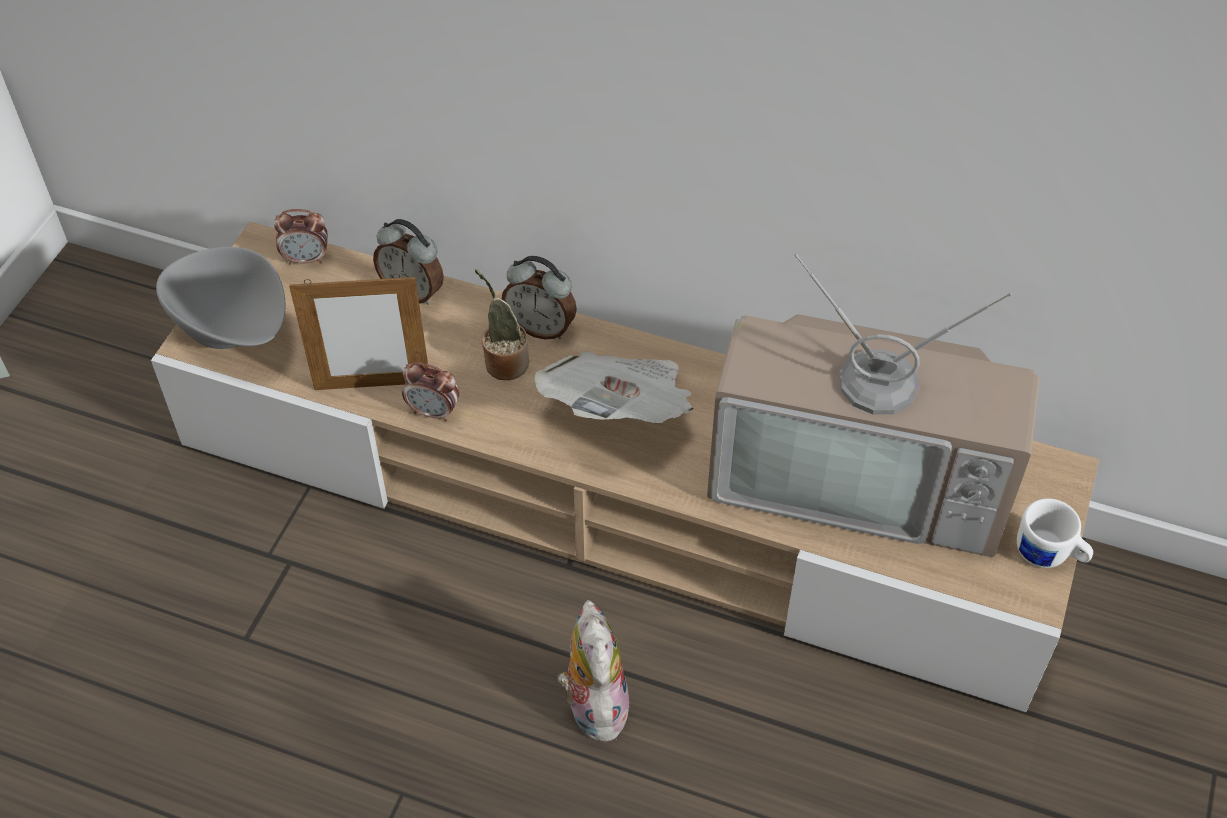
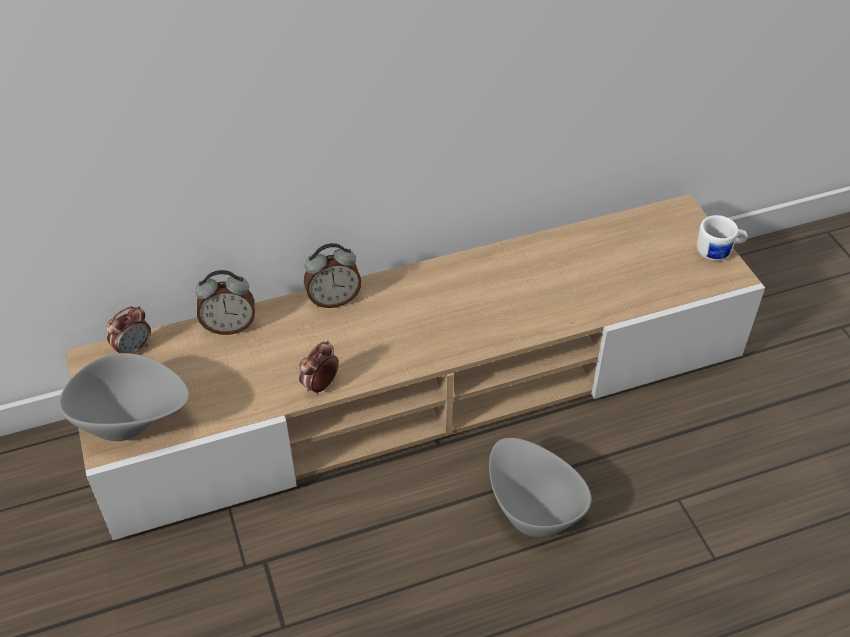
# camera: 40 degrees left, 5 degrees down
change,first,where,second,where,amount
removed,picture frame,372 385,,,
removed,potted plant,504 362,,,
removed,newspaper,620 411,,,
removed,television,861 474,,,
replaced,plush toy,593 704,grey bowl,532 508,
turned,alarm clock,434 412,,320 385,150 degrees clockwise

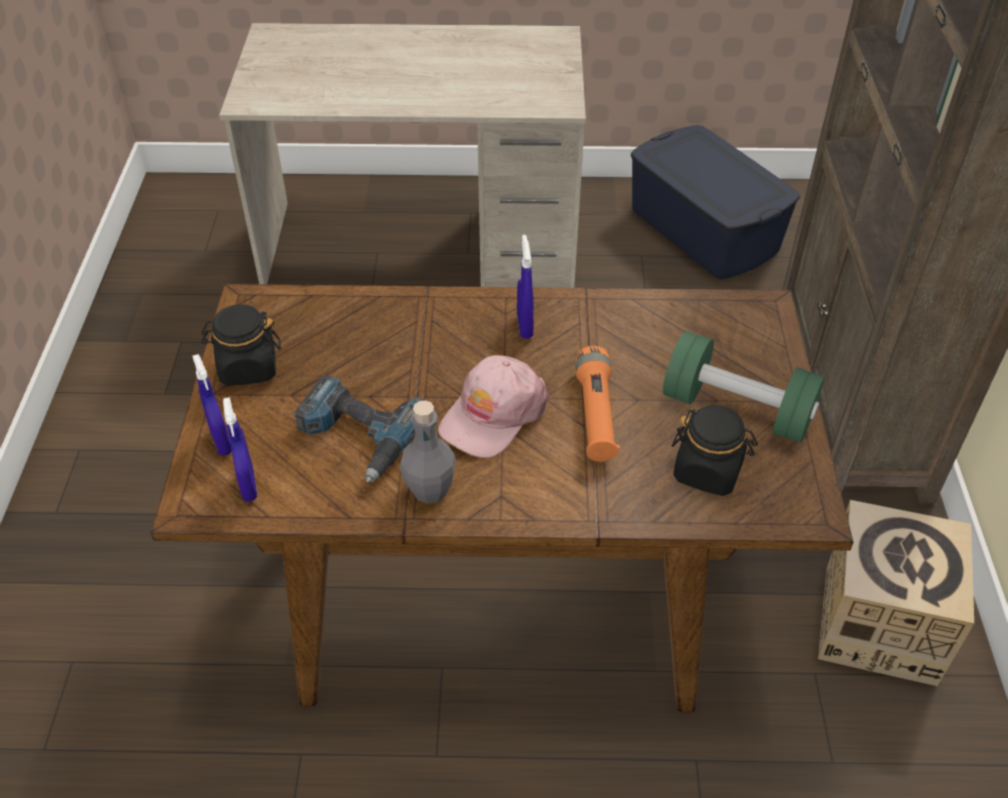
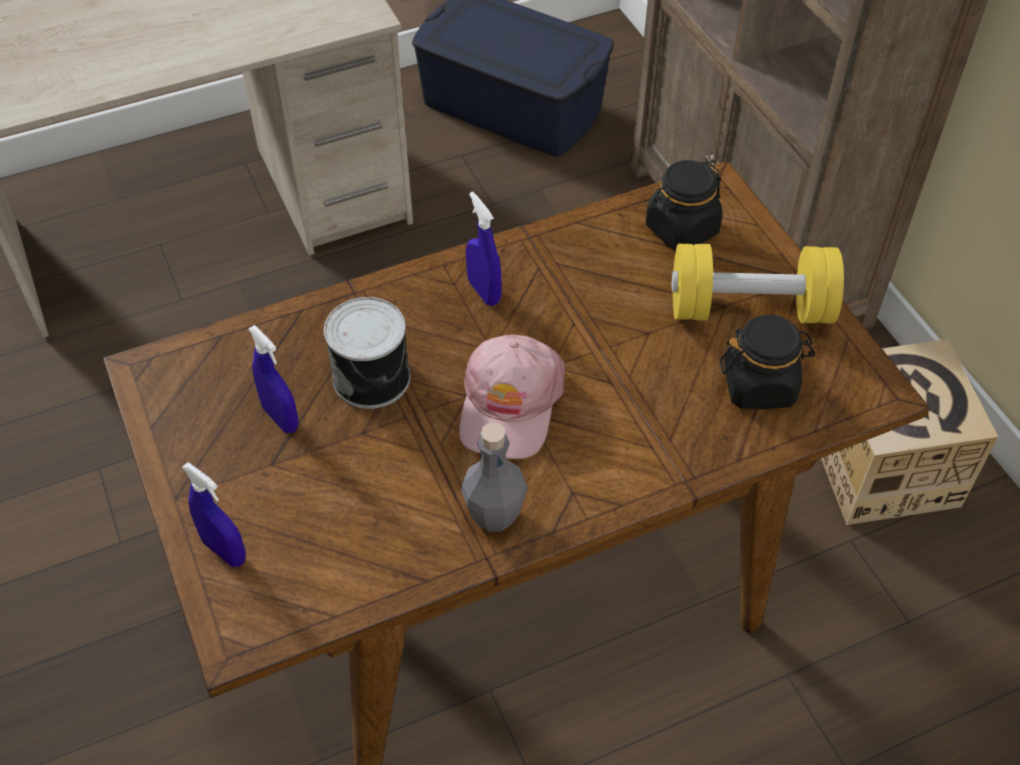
# camera: 25 degrees left, 5 degrees up
change,first,where,second,where,amount
removed,power drill,356 436,,,
removed,orange flashlight,595 415,,,
added,,,can,374 377,
moved,black jar,247 368,,681 229,
moved,blue spray bottle,248 486,,281 418,
recoloured,green dumbbell,737 409,yellow dumbbell,749 309,

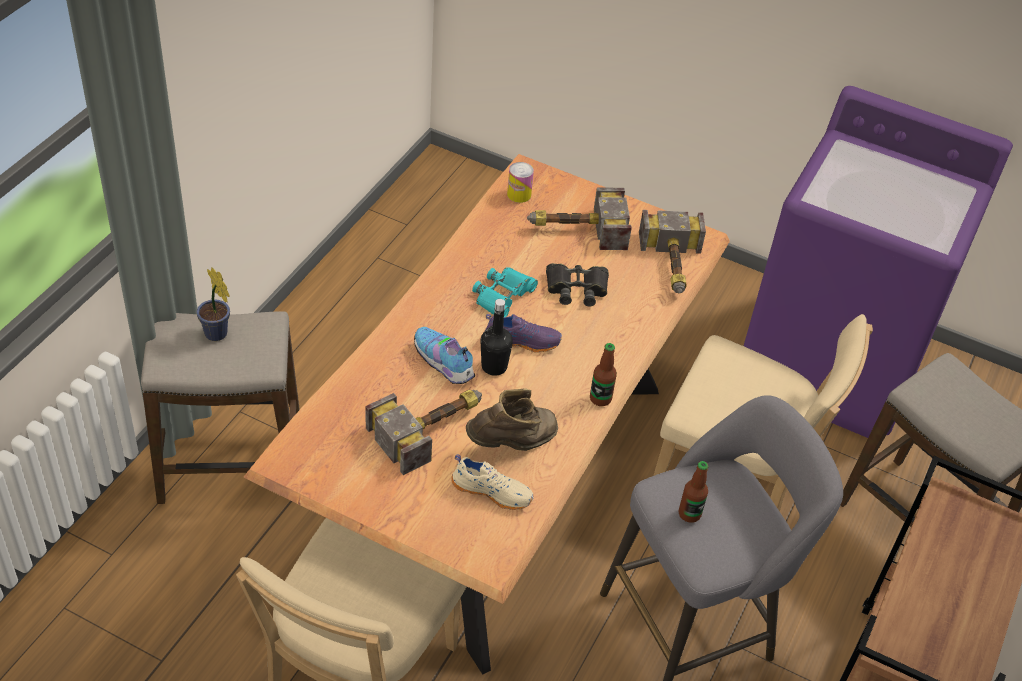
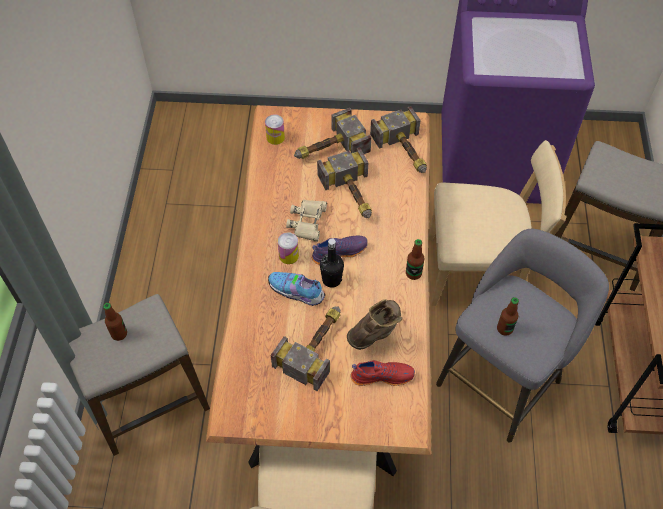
# camera: 20 degrees left, 10 degrees up
change,first,where,second,where,amount
added,,,can,288 255,
replaced,potted plant,217 335,bottle,119 334,
replaced,black binoculars,576 288,hammer,353 195,
recoloured,beige shoe,492 491,red shoe,382 375,
recoloured,turquoise binoculars,503 296,beige binoculars,308 222,

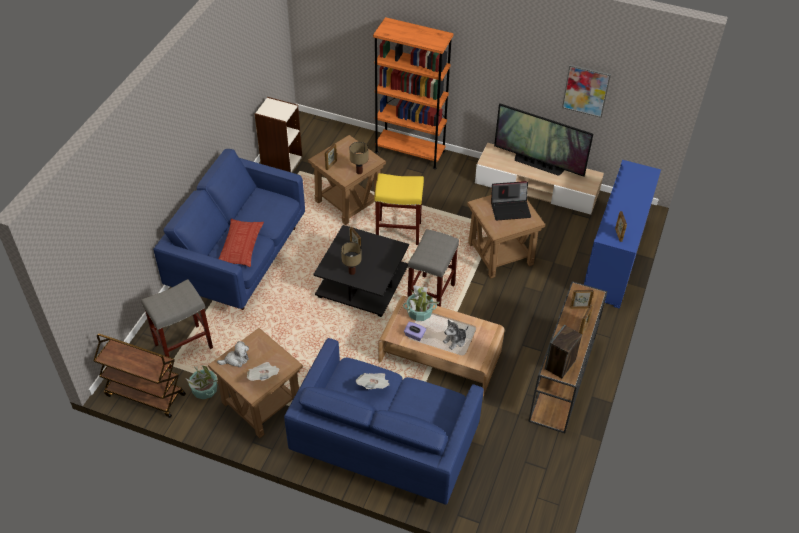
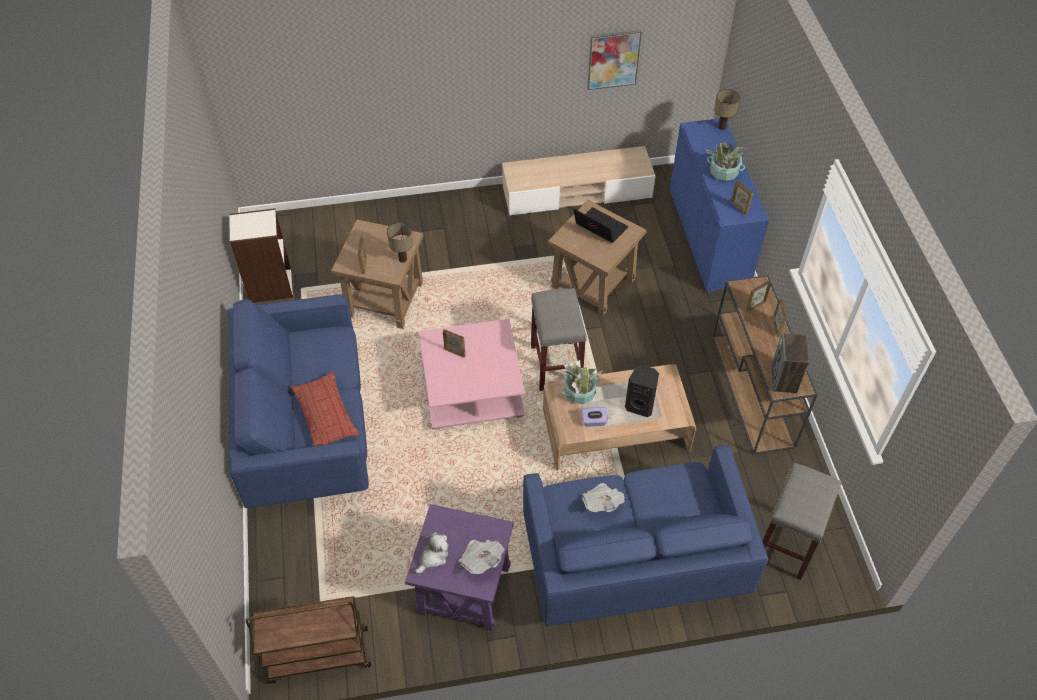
# camera: 30 degrees left, 5 degrees up
change,first,where,second,where,amount
removed,orange bookcase,410 152,,,
removed,yellow stool,399 232,,,
removed,television,538 165,,,
moved,grey stool,183 346,,787 545,
moved,potted plant,204 390,,723 172,
moved,table lamp,352 272,,722 127,
replaced,plush toy,455 340,black speaker,640 405,
recoloured,brown side table,261 404,purple side table,463 590,
recoloured,black coffee table,362 282,pink coffee table,471 388,
turned,laptop,511 209,,599 228,105 degrees counterclockwise

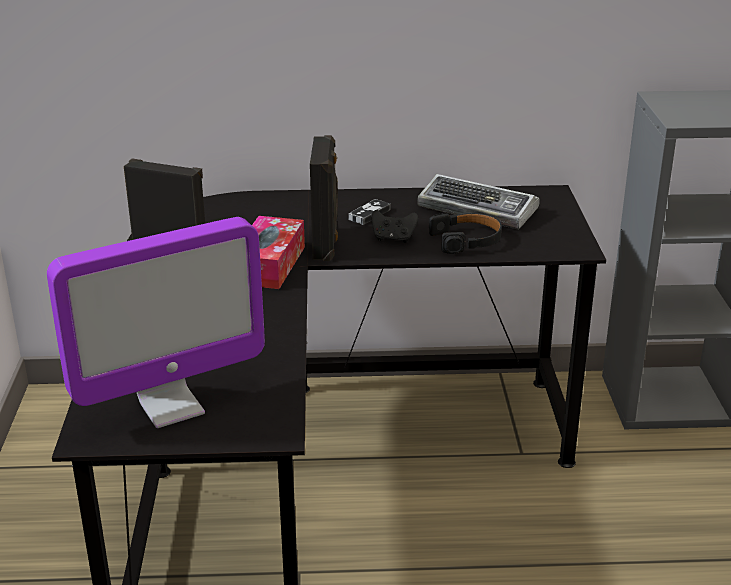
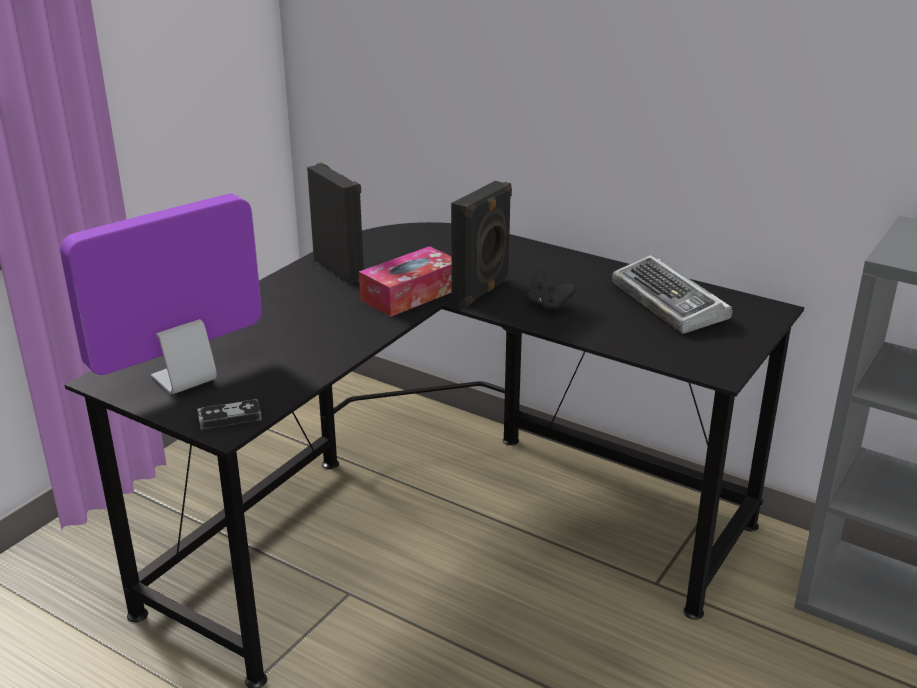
# camera: 35 degrees right, 0 degrees up
change,first,where,second,where,amount
removed,black headphones,467 240,,,
moved,game controller,369 214,,229 418,
turned,monitor,171 407,,184 380,135 degrees clockwise

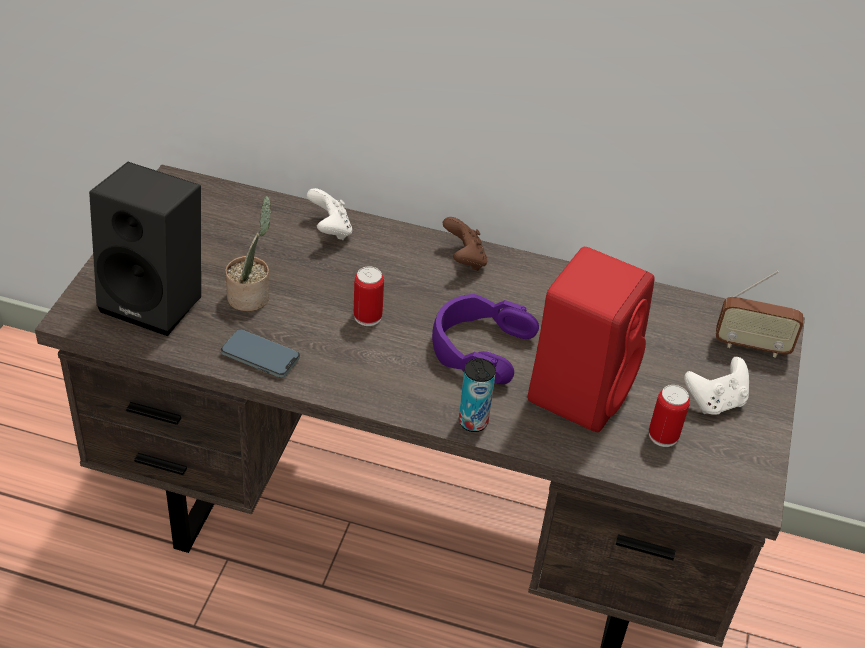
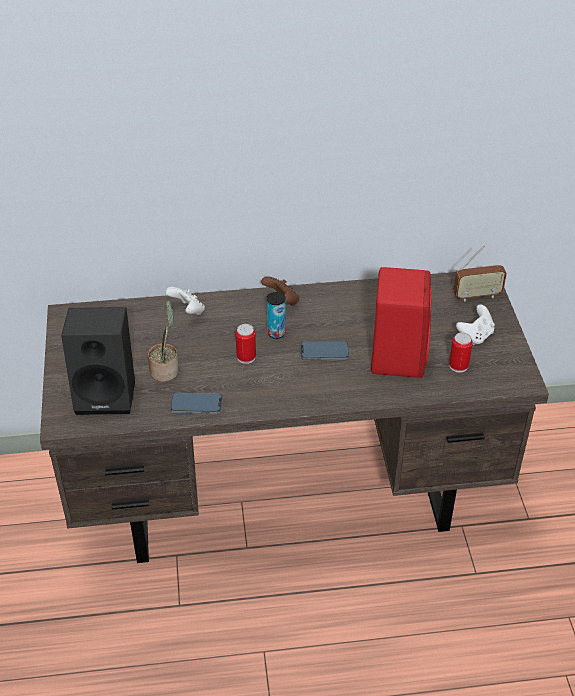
# camera: 20 degrees left, 0 degrees up
change,first,where,second,where,amount
moved,can,473 422,,276 333,
replaced,purple headphones,479 348,phone,324 352,

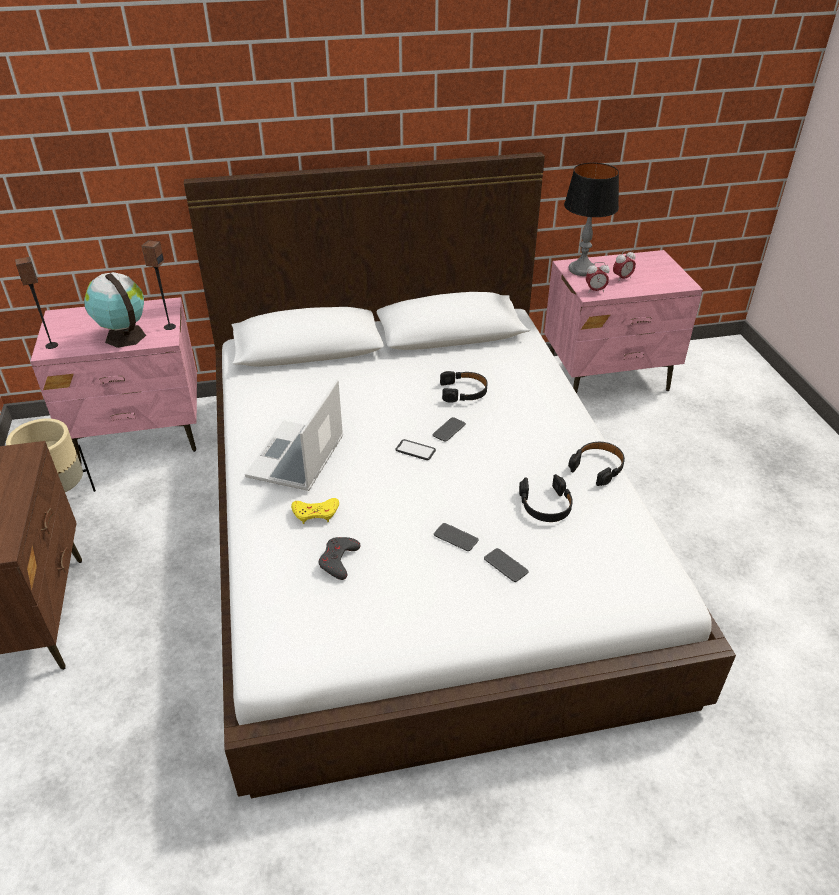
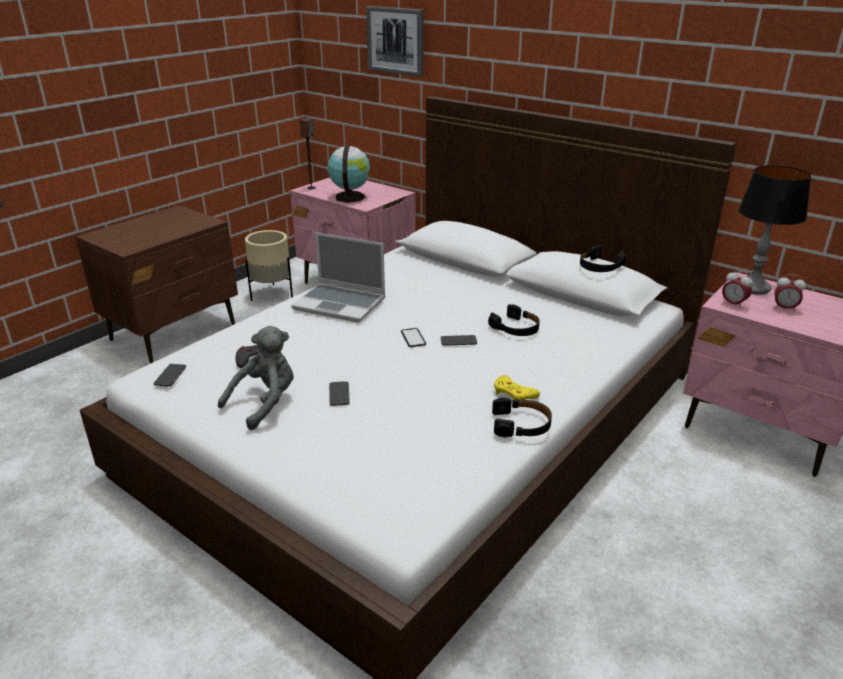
# camera: 50 degrees right, 10 degrees down
change,first,where,second,where,amount
removed,speaker,169 327,,,
added,,,grey plush toy,265 403,
added,,,picture,396 40,
moved,yellow game controller,316 513,,514 393,
moved,phone,505 565,,170 376,
moved,black headphones,545 505,,600 266,
turned,laptop,297 458,,341 304,135 degrees counterclockwise

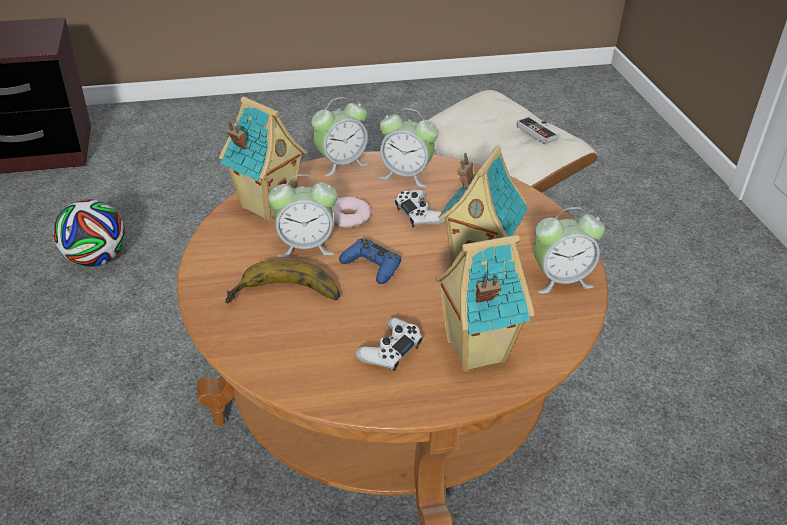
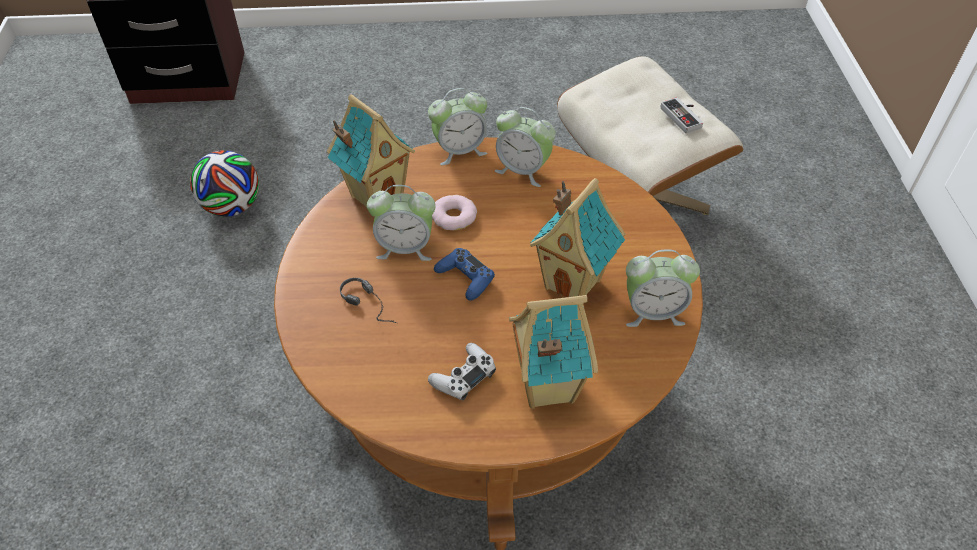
# camera: 10 degrees right, 10 degrees up
change,first,where,second,where,amount
removed,white game controller,419 214,,,
replaced,banana,285 298,headphones,374 307,

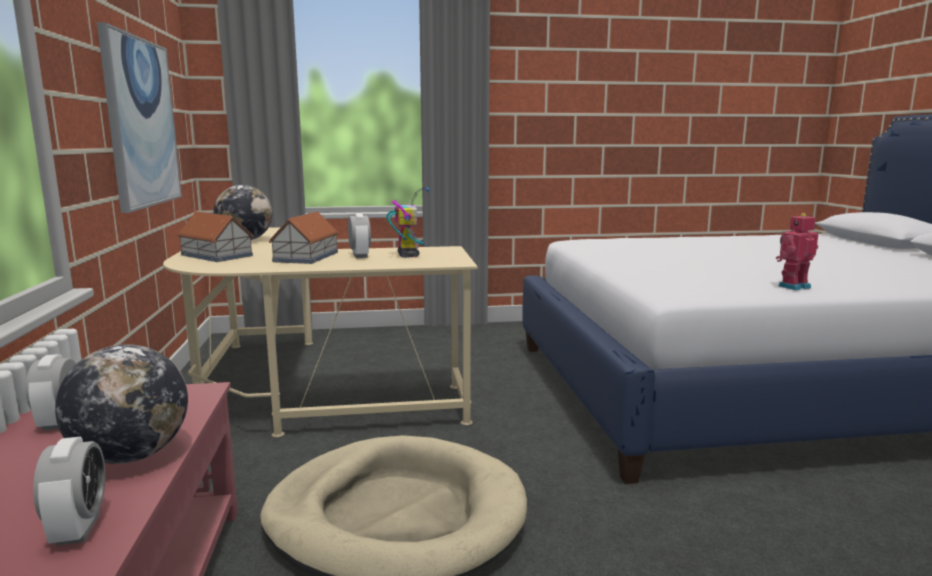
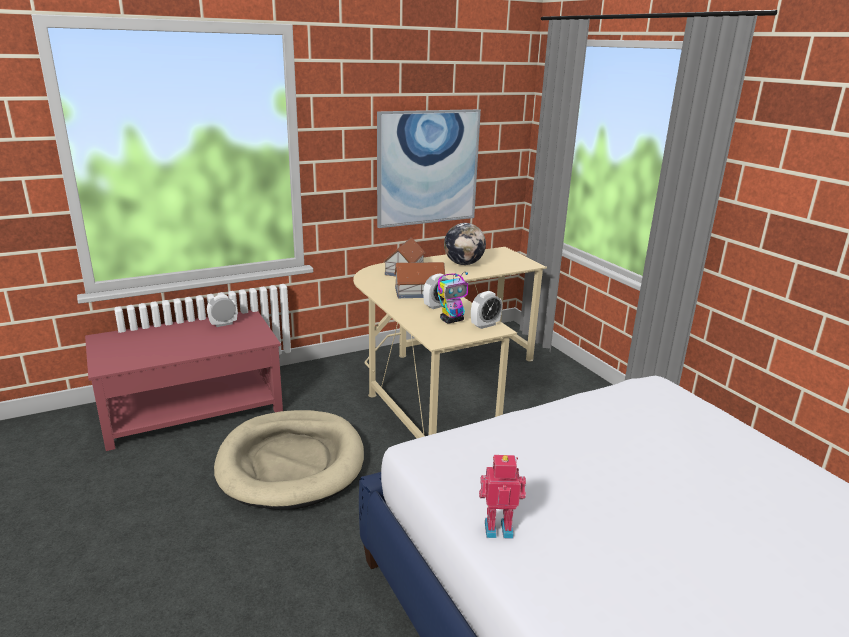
# camera: 70 degrees right, 10 degrees up
change,first,where,second,where,amount
removed,globe,131 456,,,
moved,alarm clock,78 528,,485 325,
turned,toy robot,792 286,,498 527,45 degrees counterclockwise

